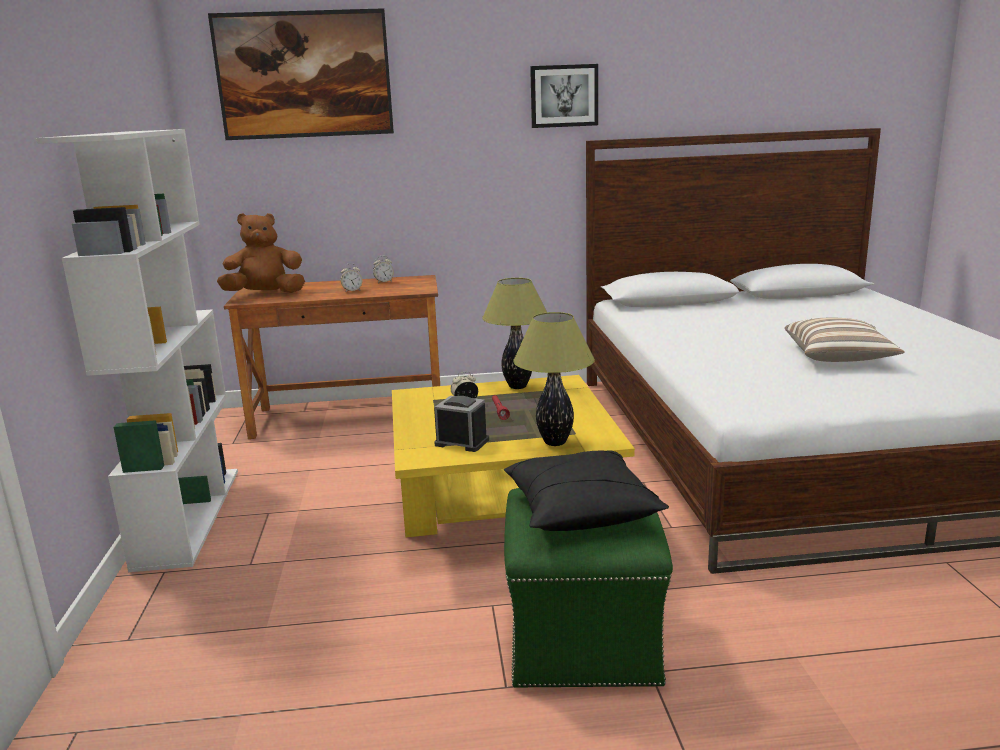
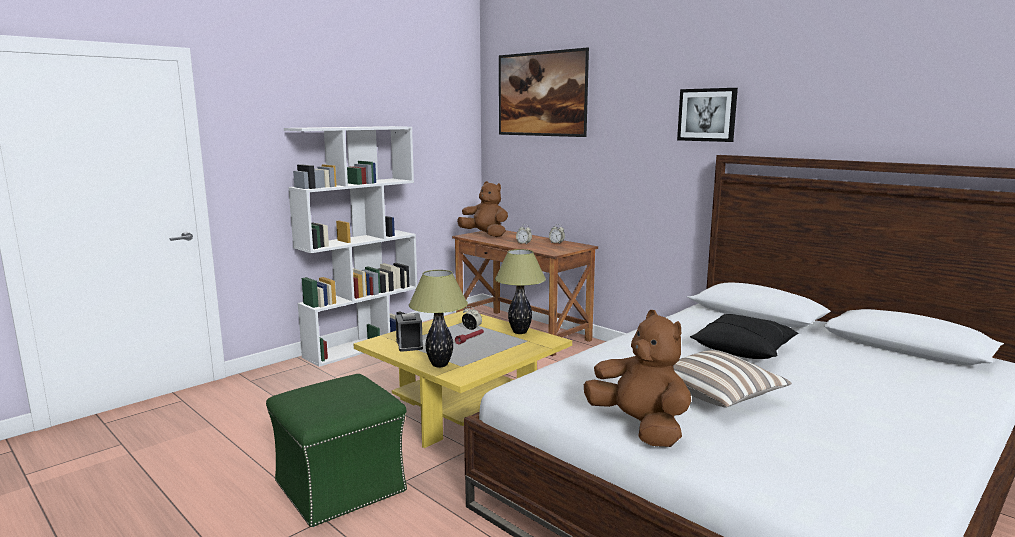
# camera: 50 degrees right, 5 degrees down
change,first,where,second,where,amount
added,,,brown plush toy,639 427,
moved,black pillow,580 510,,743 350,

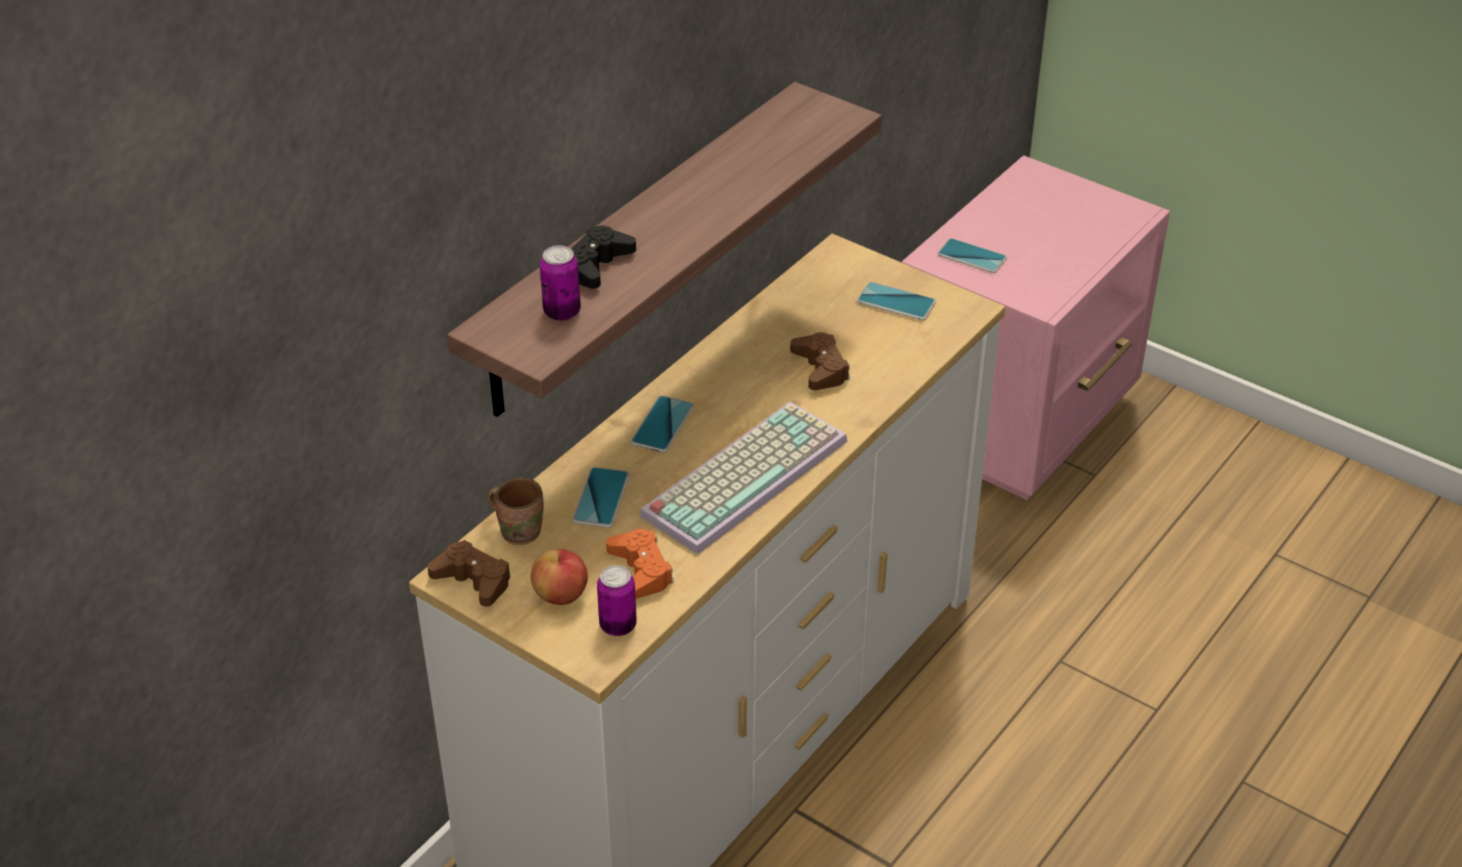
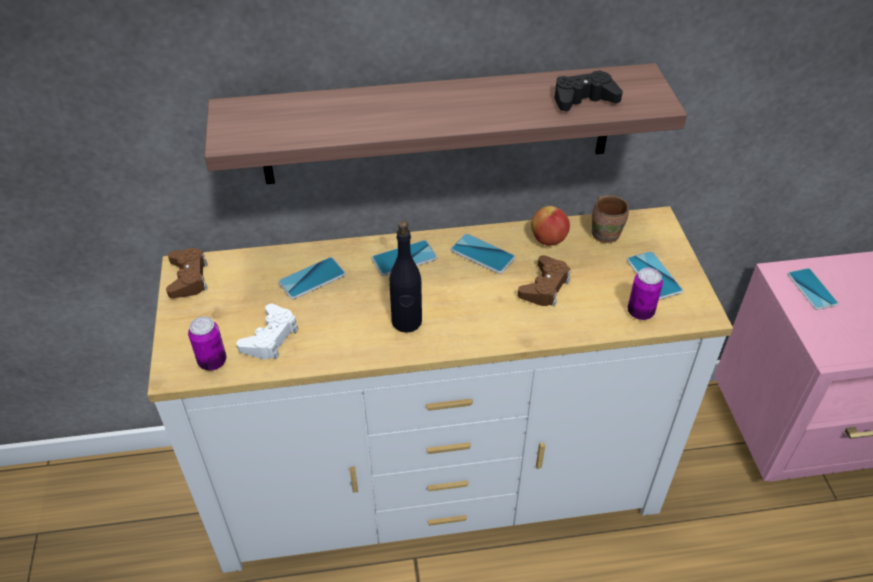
# camera: 45 degrees right, 5 degrees up
change,first,where,second,where,amount
added,,,phone,482 254,
moved,brown mug,520 530,,606 233,
moved,apple,561 595,,548 239,
moved,can,562 312,,640 312,
moved,black game controller,596 265,,583 99,
replaced,keyboard,744 474,black bottle,406 322,
recoloured,orange game controller,641 570,white game controller,270 338,

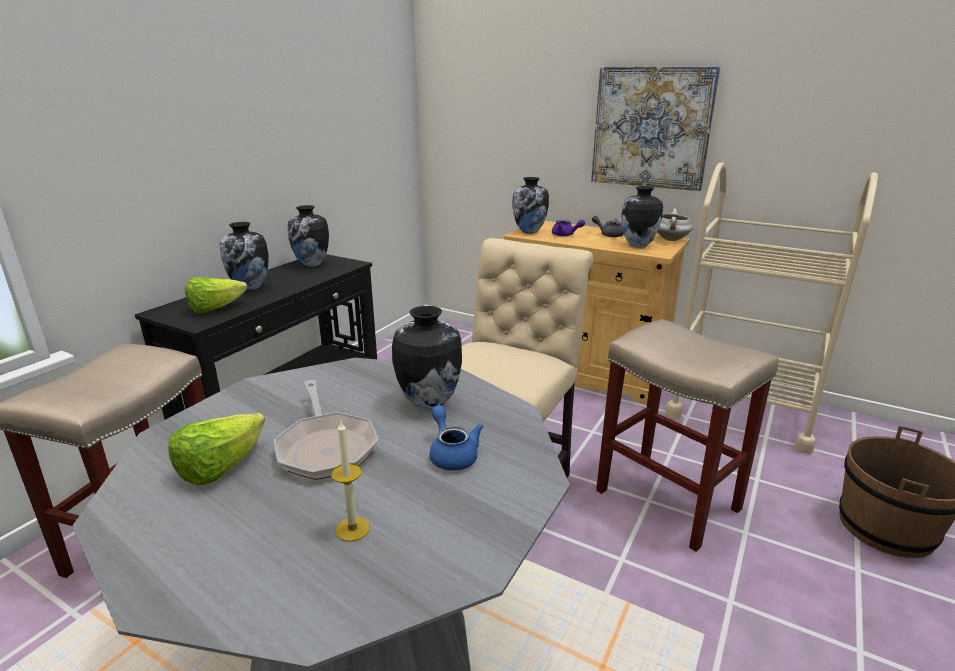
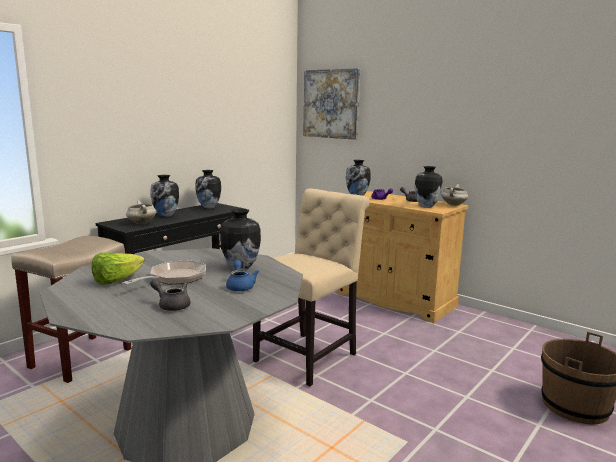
# camera: 10 degrees right, 10 degrees down
change,first,where,second,where,amount
removed,beige stool,669 500,,,
removed,beige cart,741 411,,,
moved,picture,651 128,,331 104,
replaced,lettuce,215 309,white cooking pot,141 223,
replaced,candle,352 529,grey teapot,172 305,
turned,frying pan,326 447,,174 278,135 degrees counterclockwise

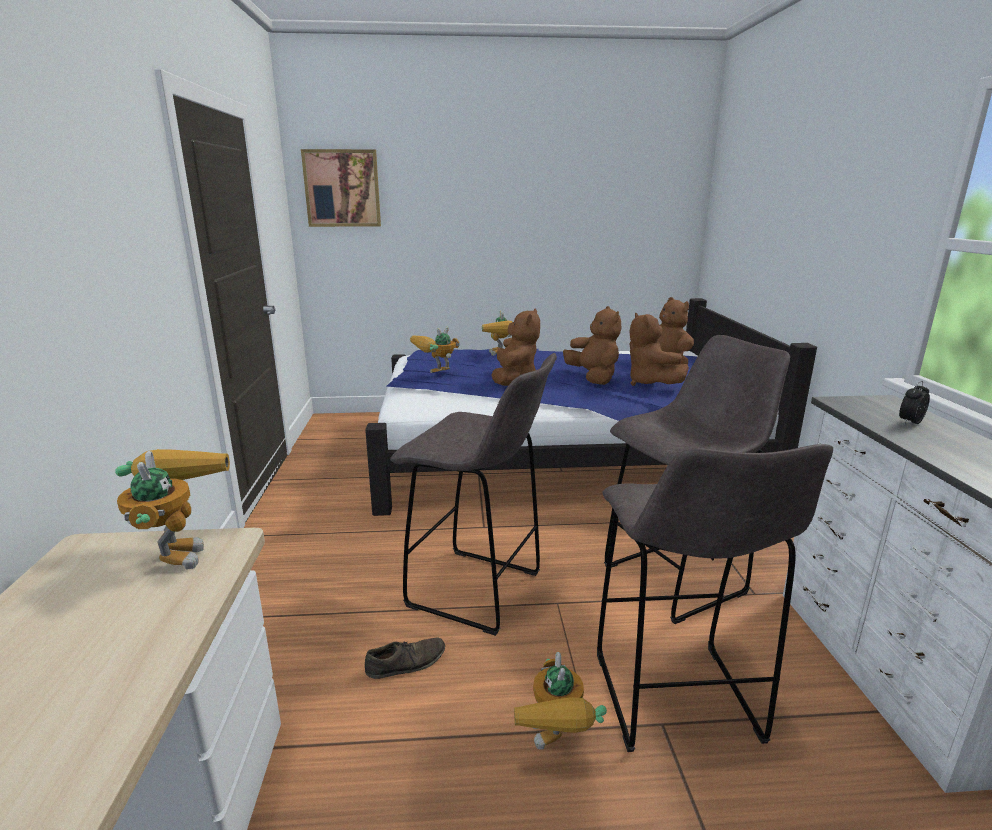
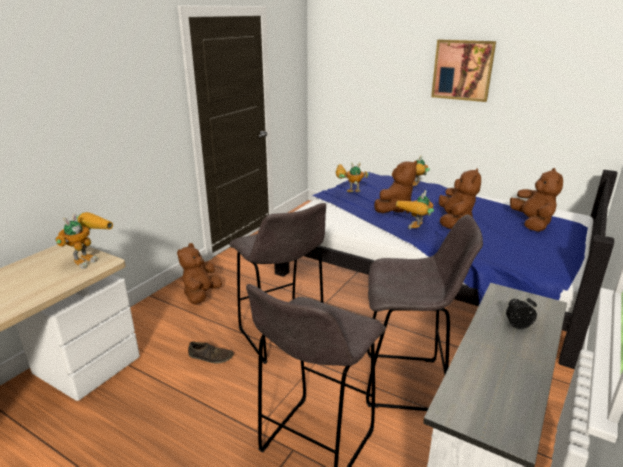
# camera: 35 degrees right, 5 degrees up
change,first,where,second,where,amount
moved,picture,342 188,,462 70,
moved,toy robot,555 746,,416 230,
moved,brown plush toy,650 383,,201 295,

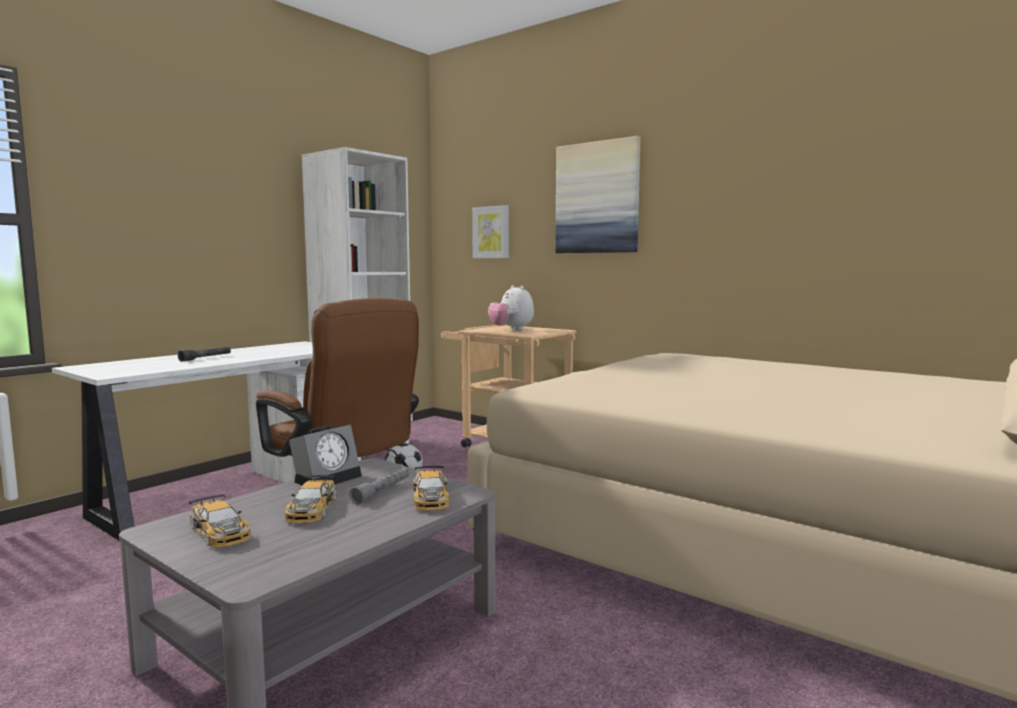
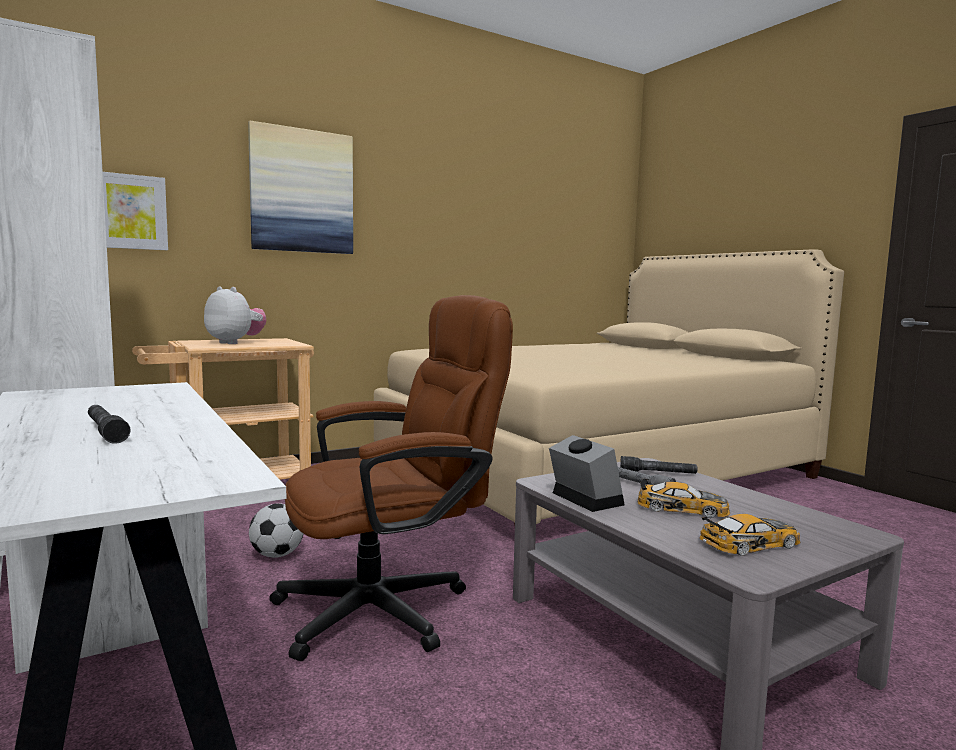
# camera: 70 degrees left, 0 degrees up
change,first,where,second,where,amount
replaced,toy car,430 497,grey flashlight,657 473,
turned,plush toy,511 329,,235 343,135 degrees counterclockwise

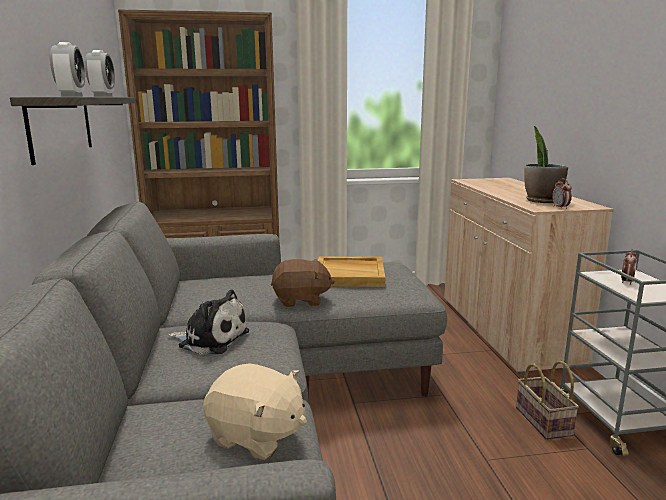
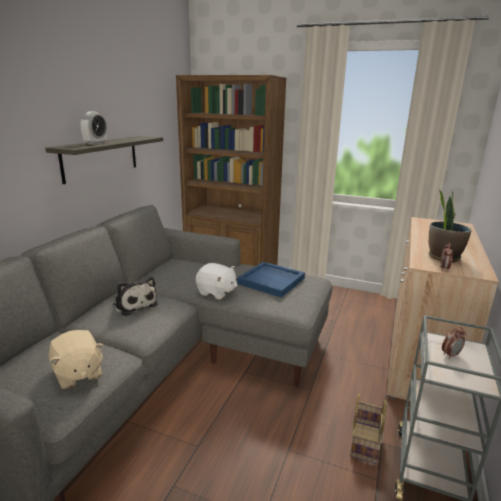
# camera: 30 degrees right, 5 degrees up
change,first,where,second,where,amount
removed,alarm clock,103 96,,,
recoloured,brown plush toy,301 300,white plush toy,216 292,
recoloured,beige tray,350 274,blue tray,272 281,

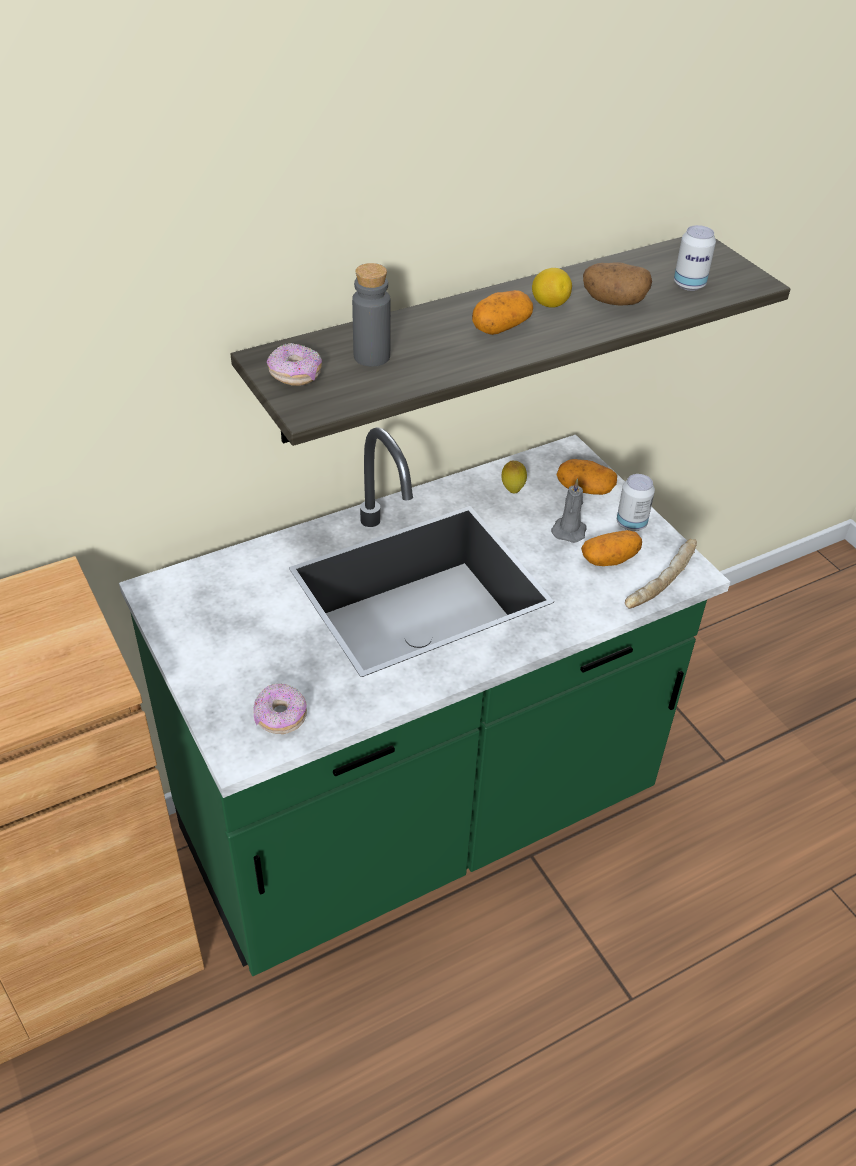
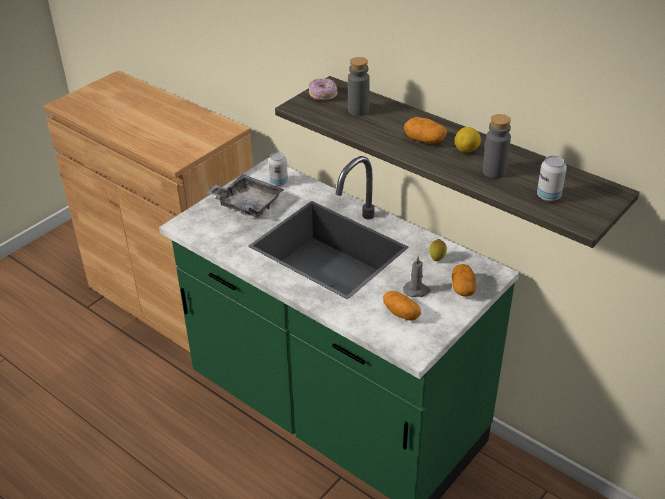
# camera: 70 degrees right, 5 degrees down
change,first,where,second,where,amount
removed,donut,280 717,,,
removed,bread,658 582,,,
added,,,grey tray,247 203,
moved,can,631 524,,278 182,
replaced,potato,613 302,grey bottle,494 171,

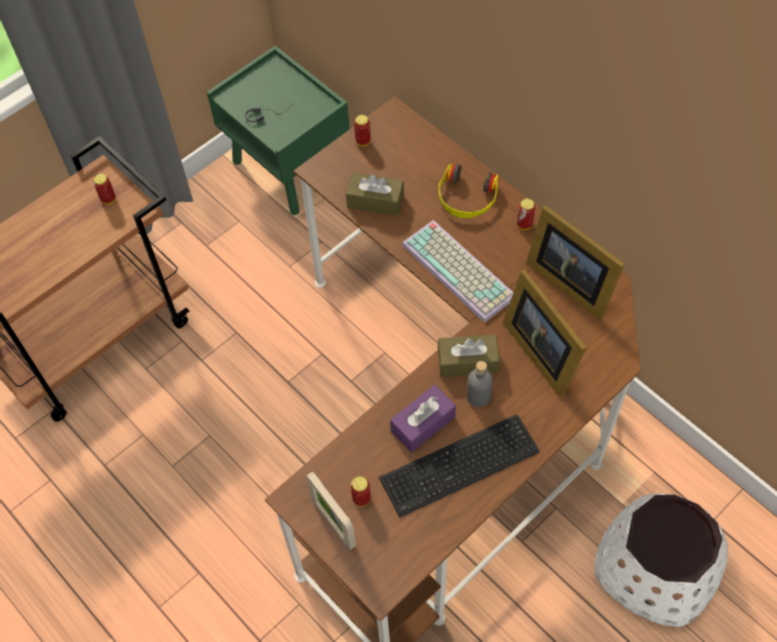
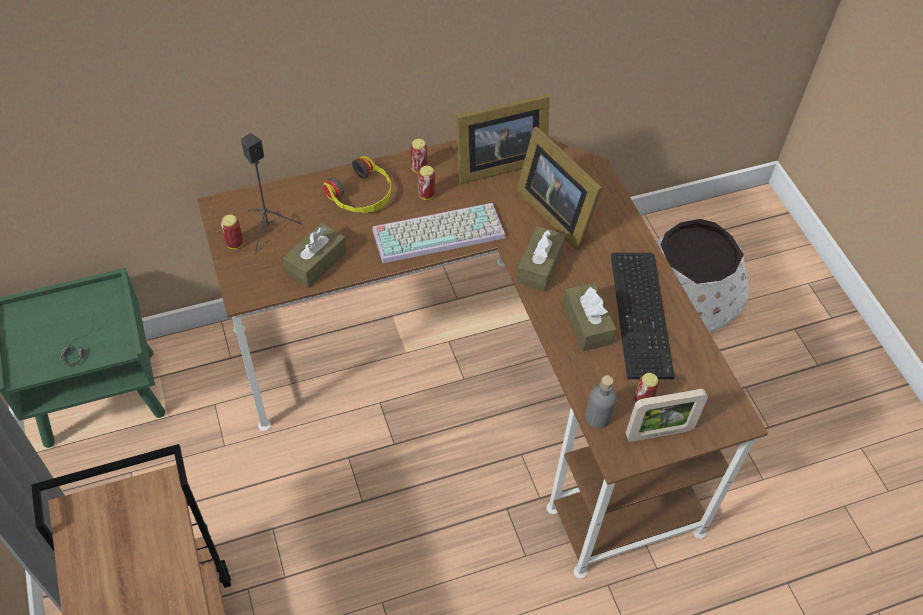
# camera: 70 degrees left, 5 degrees down
change,first,where,second,where,amount
added,,,black speaker,269 228,
moved,can,108 199,,426 195,
moved,grey bottle,478 396,,597 417,
recoloured,purple tissue box,423 424,brown tissue box,587 324,
turned,picture frame,541 350,,555 211,60 degrees clockwise

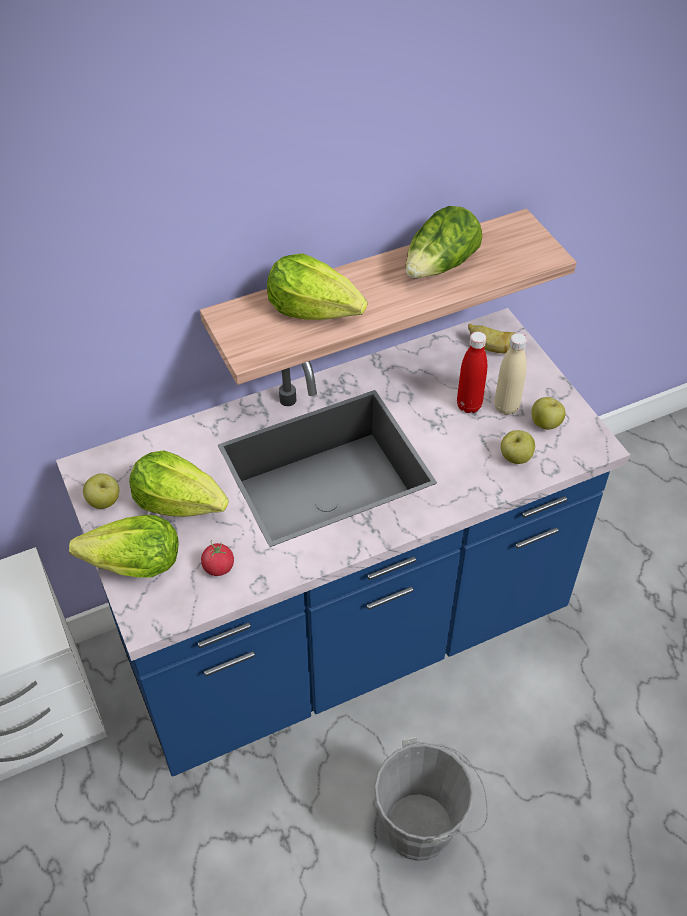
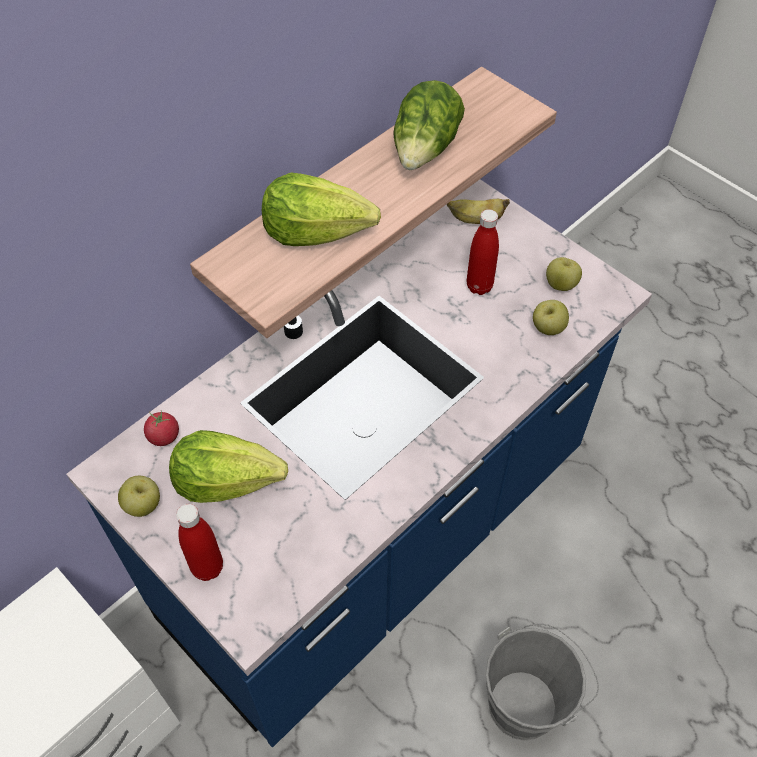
# camera: 20 degrees left, 5 degrees up
change,first,where,second,where,amount
removed,beige bottle,506 407,,,
moved,tomato,218 567,,164 436,
replaced,lettuce,134 565,red bottle,207 567,

